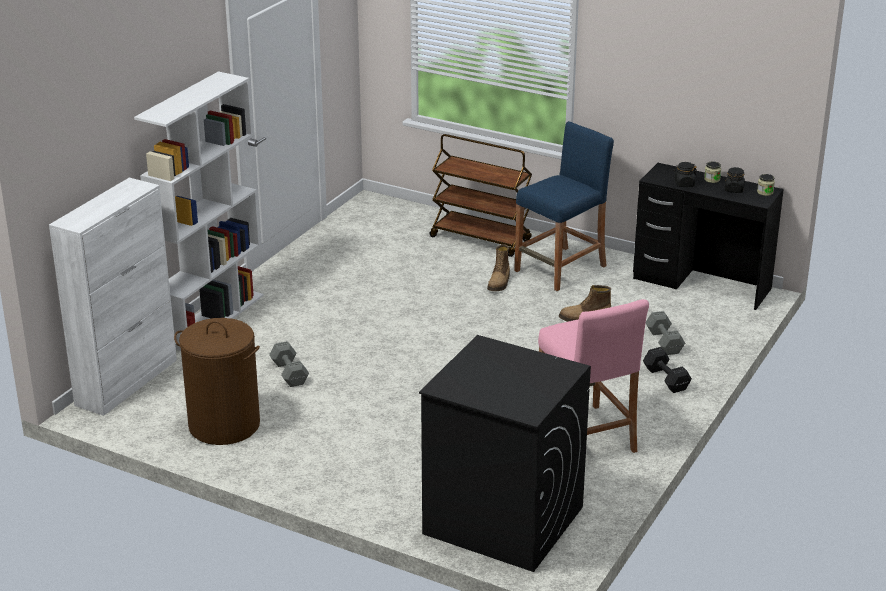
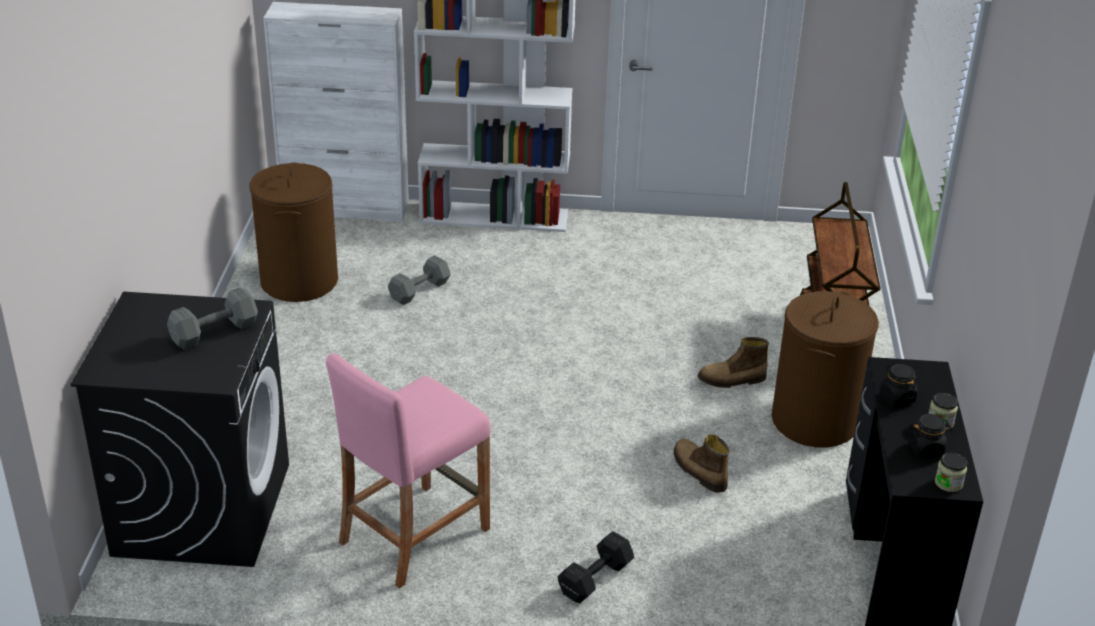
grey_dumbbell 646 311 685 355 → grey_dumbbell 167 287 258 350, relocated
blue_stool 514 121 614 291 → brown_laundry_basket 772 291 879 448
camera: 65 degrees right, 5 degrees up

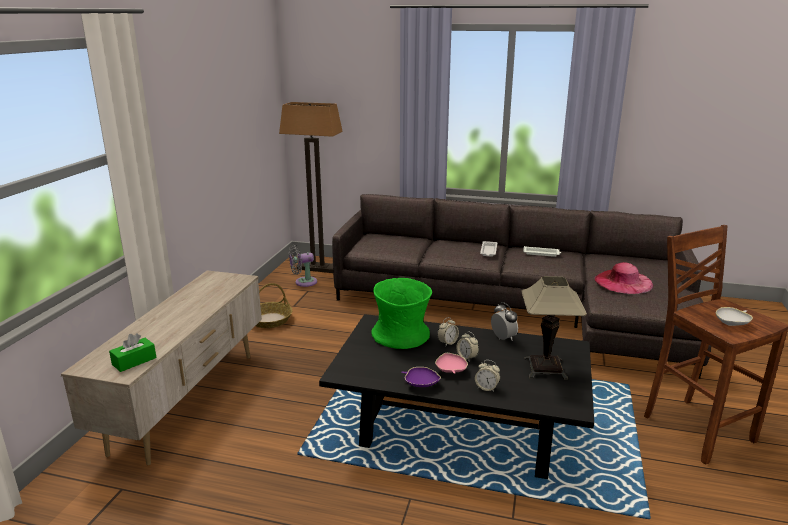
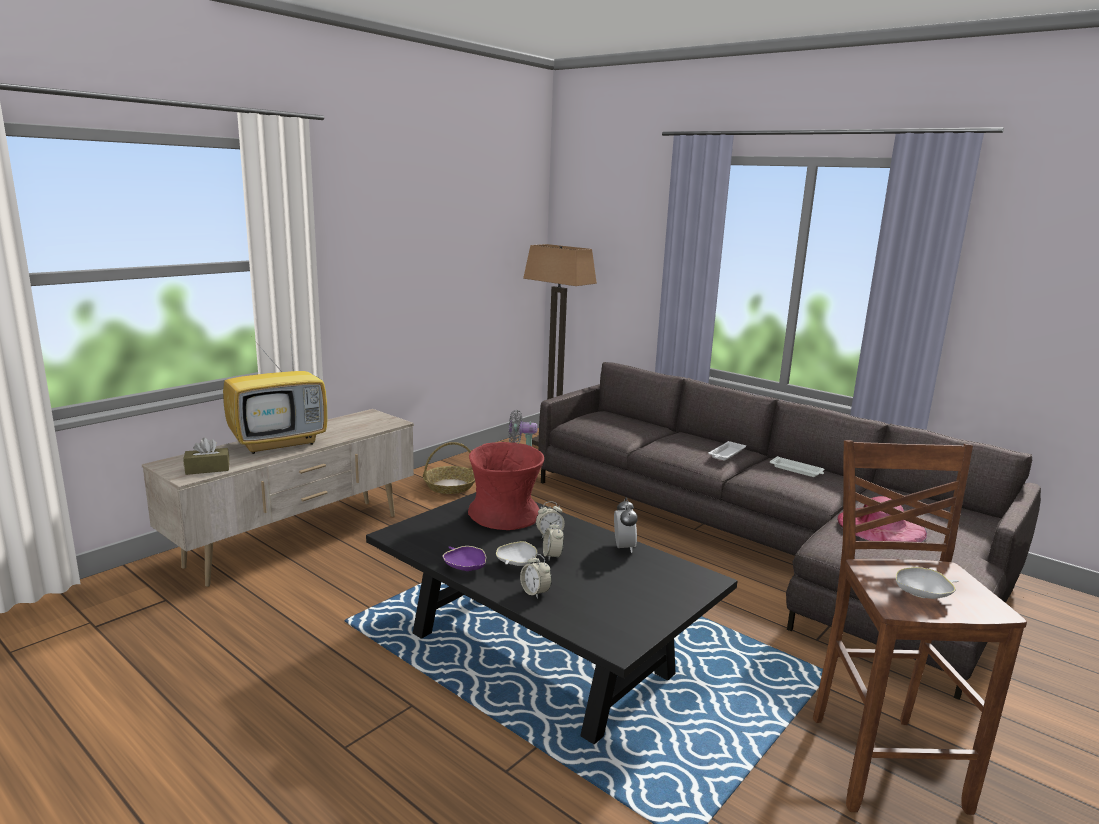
table_lamp 521 276 587 380 → -
- → television 223 328 328 454
green_tissue_box 109 333 156 372 → brown_tissue_box 183 437 229 475
green_vase 371 278 432 349 → red_vase 468 442 544 530
pink_bowl 435 353 468 374 → white_bowl 496 541 537 566
camera: 25 degrees right, 5 degrees down

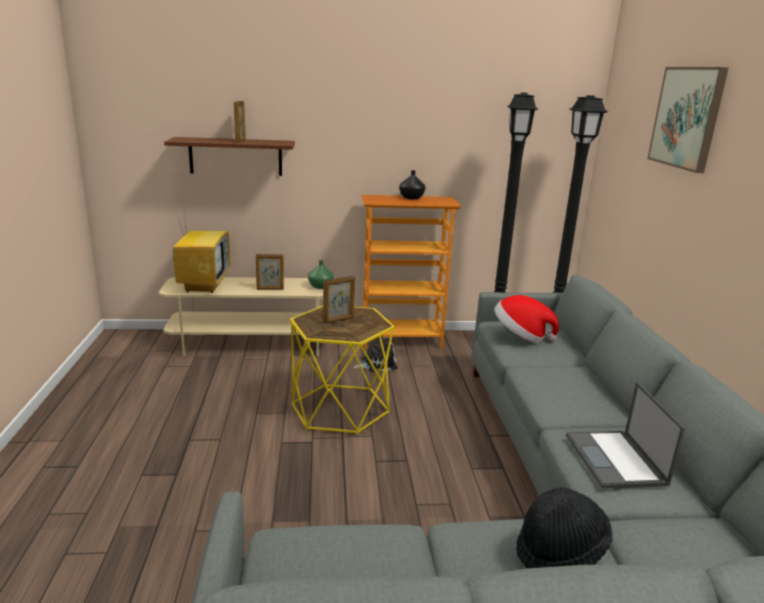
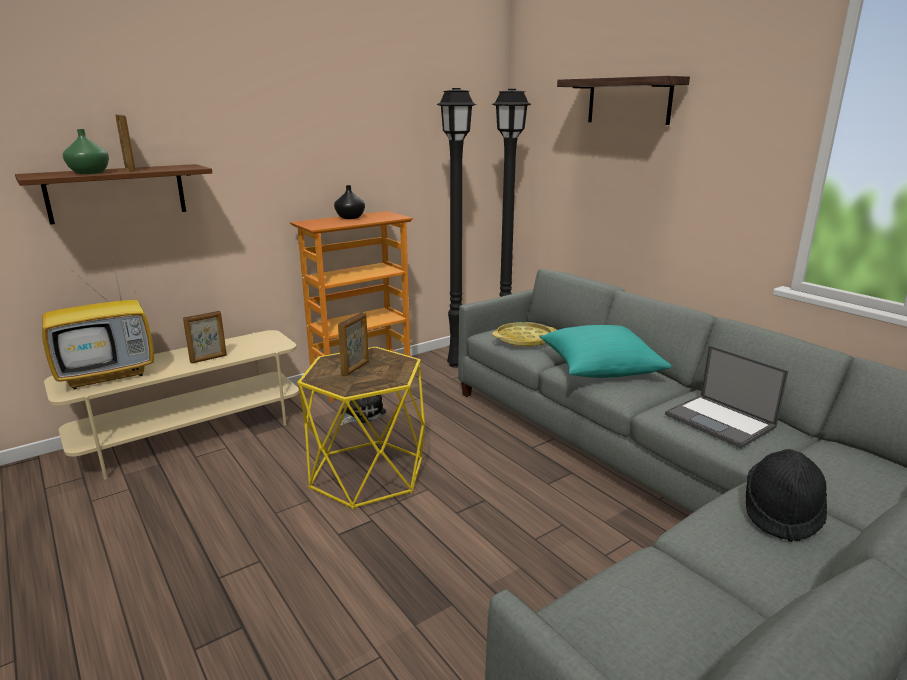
- → turquoise_pillow 540 325 672 378
green_vase 308 260 334 289 → green_vase 63 129 109 174, relocated
hat 494 295 559 343 → yellow_tray 492 322 556 347
picture 647 67 729 173 → shelf 557 76 690 125
television 173 199 230 293 → television 42 257 154 389, 90 degrees clockwise
camera: 30 degrees left, 0 degrees up

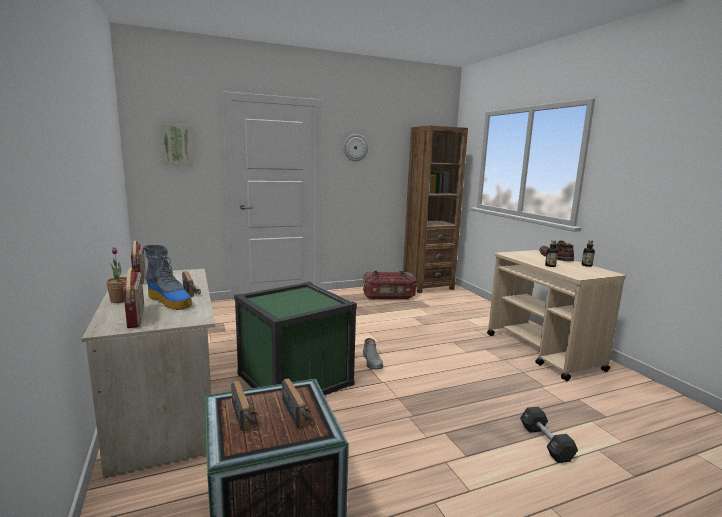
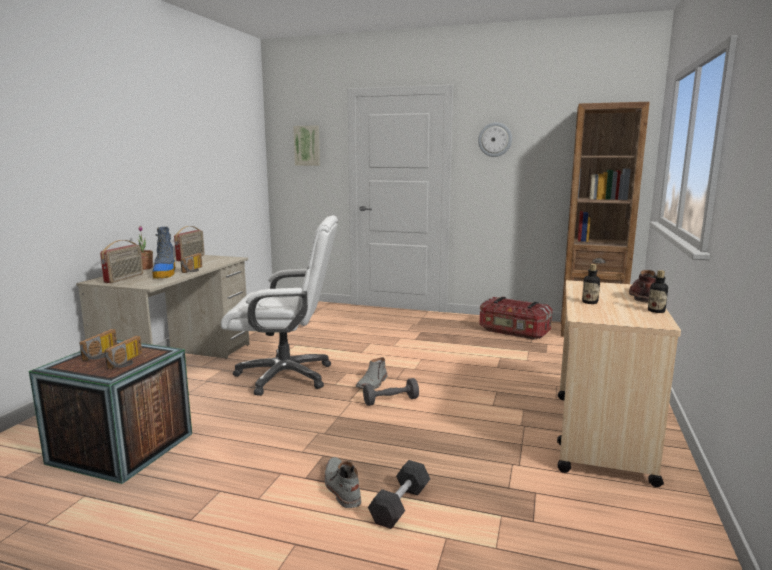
- → grey_boot 325 457 361 508
- → grey_dumbbell 363 378 419 406
green_storage_box 234 282 357 395 → white_office_chair 221 215 338 396
camera: 40 degrees right, 0 degrees up

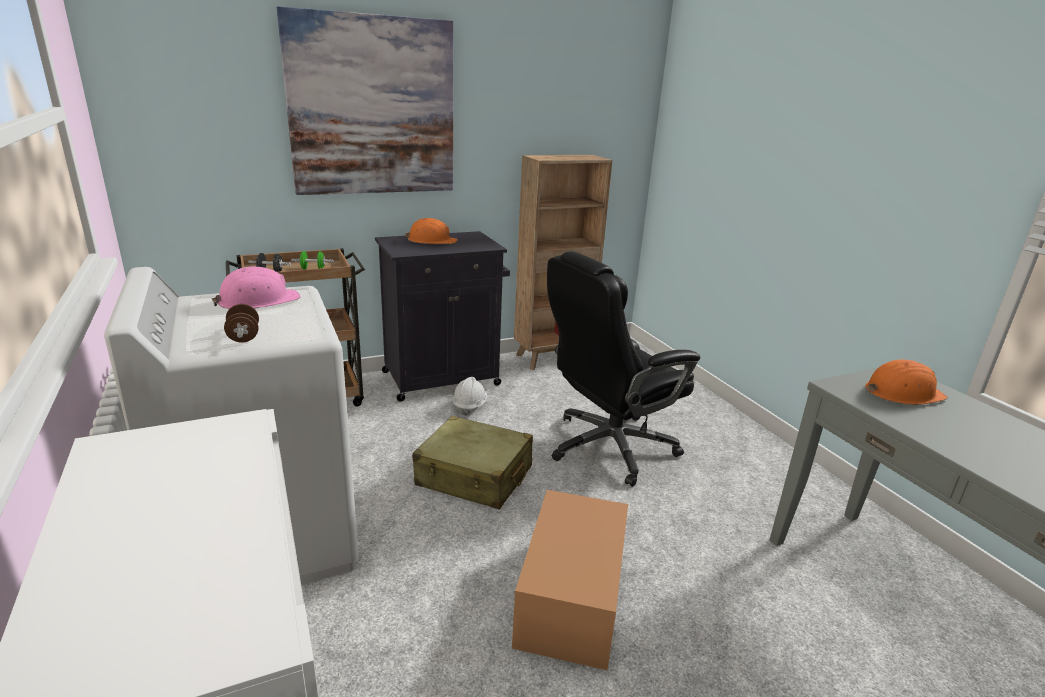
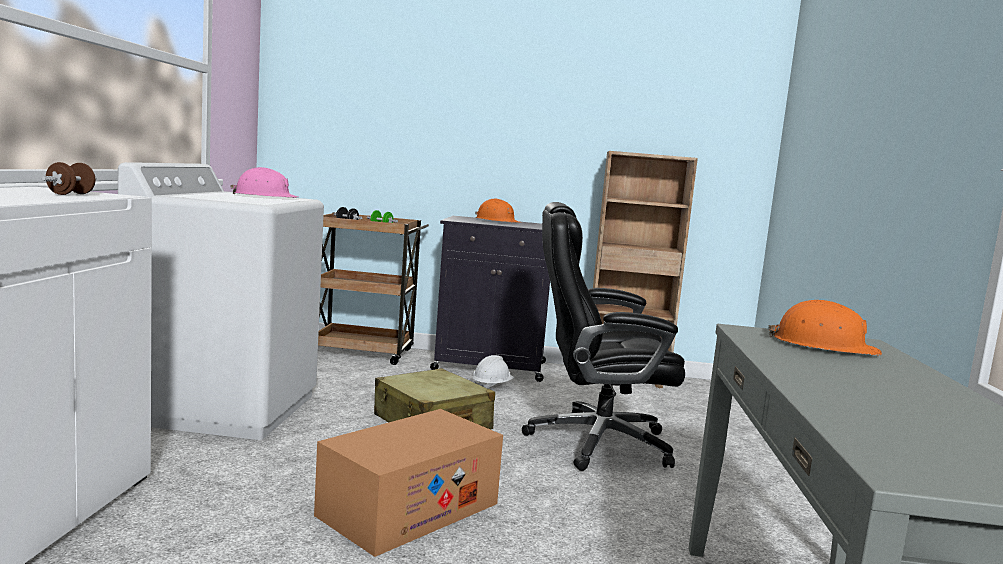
picture 277 6 453 195 → -
brown_dumbbell 224 304 259 342 → brown_dumbbell 41 162 97 195, relocated
camera: 30 degrees right, 15 degrees down

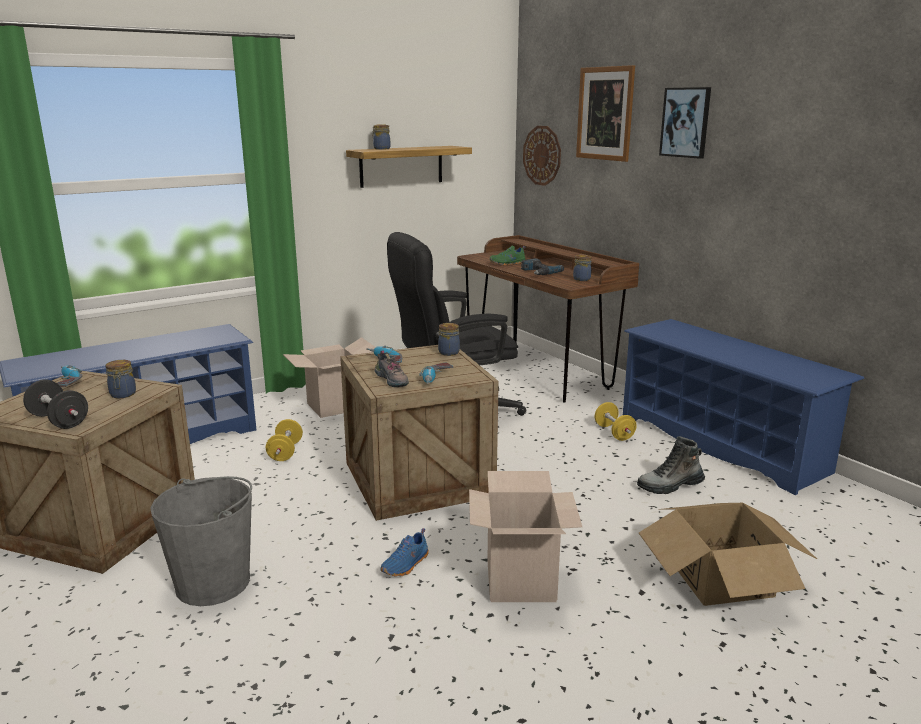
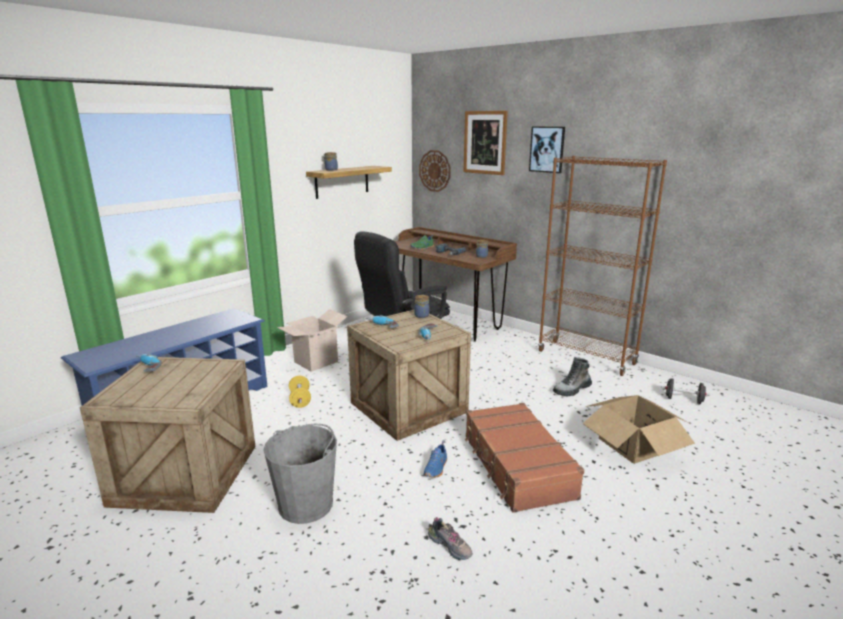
jar 105 360 136 398 → -
yellow_dumbbell 595 402 637 441 → -
black_dumbbell 23 380 88 429 → black_dumbbell 662 378 710 404, relocated
shoe 375 351 409 387 → shoe 428 517 473 560, relocated
cardboard_box 469 471 582 602 → brown_suitcase 465 403 584 513
blue_shoe_rack 623 319 864 495 → brown_bookcase 538 156 667 376
camera: 15 degrees left, 0 degrees up

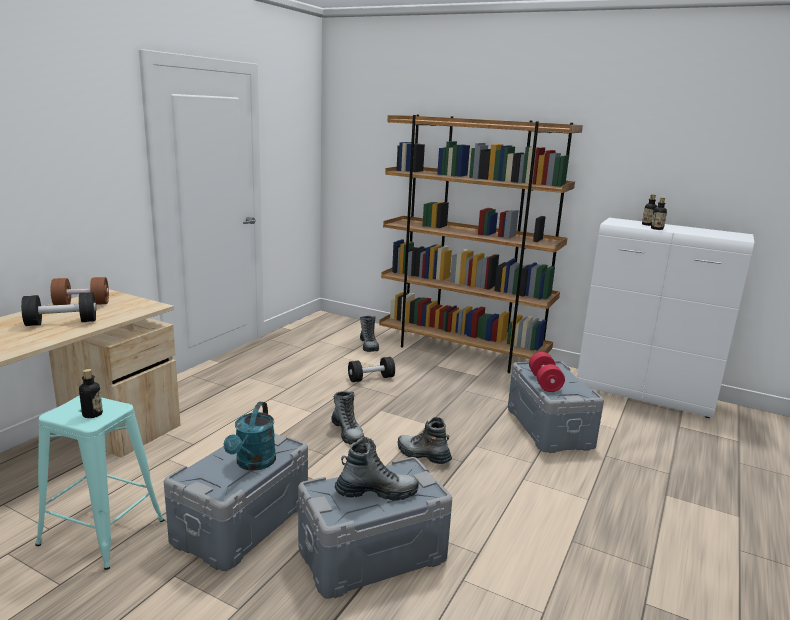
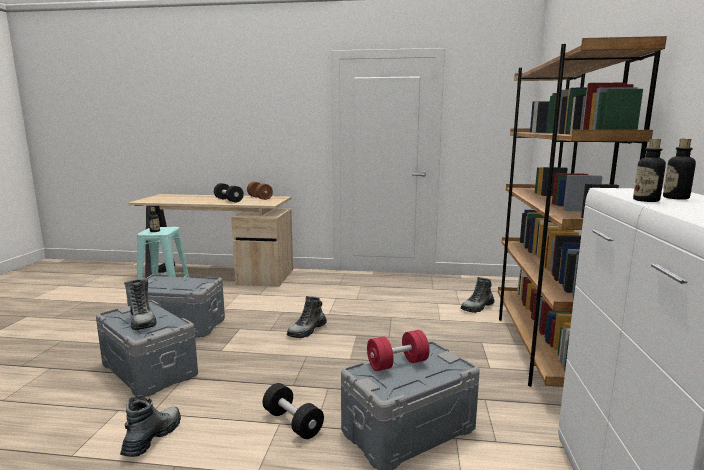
turquoise_watering_can 224 402 276 471 → -
black_dumbbell 348 357 395 382 → black_dumbbell 263 383 324 439, relocated
boot 398 417 452 464 → boot 120 395 181 457, relocated
camera: 70 degrees right, 5 degrees down

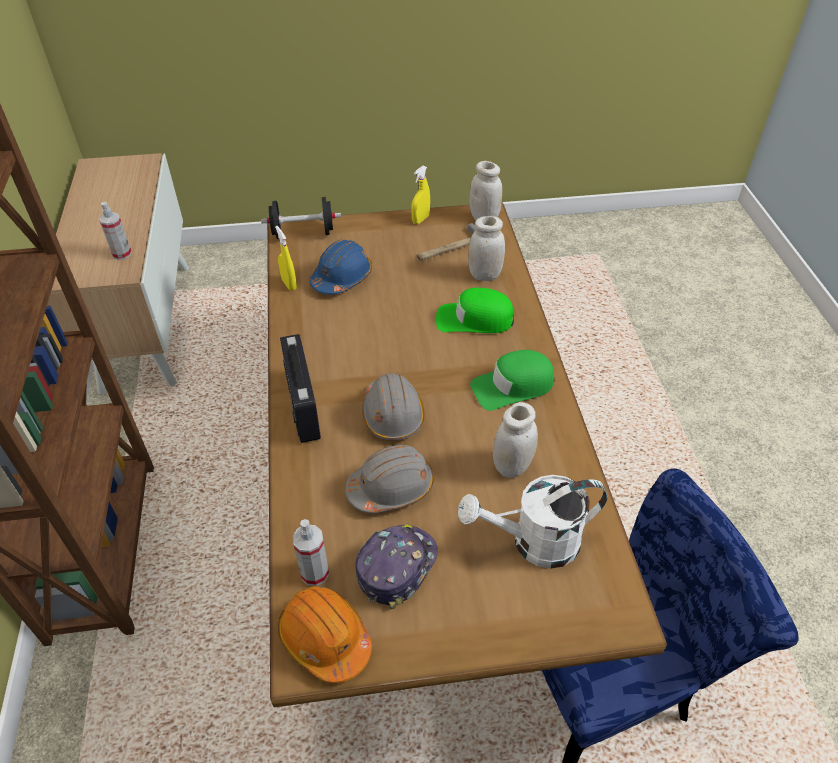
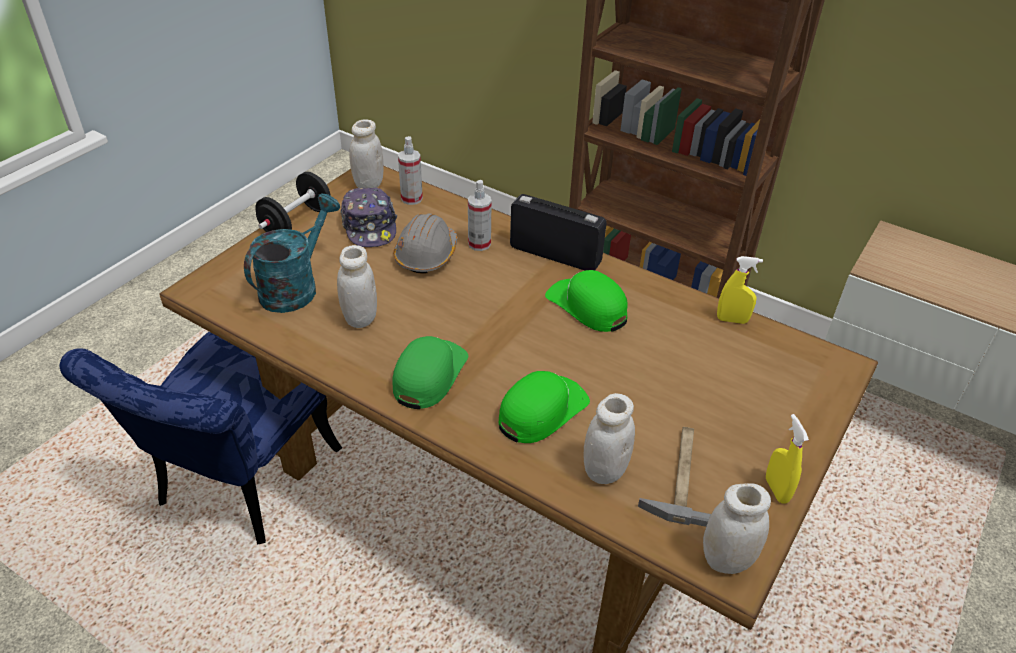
blue_hard_hat 310 240 372 295 → -
grey_hard_hat 362 373 425 440 → -
- → green_cap 545 270 628 332
spray_bottle 99 202 132 260 → spray_bottle 468 180 492 251, relocated
black_dumbbell 261 197 341 239 → black_dumbbell 255 172 331 232, relocated
orange_hard_hat 278 586 372 683 → white_jar 349 119 384 188
white_watering_can 458 475 607 569 → turquoise_watering_can 244 193 340 313
camera: 130 degrees right, 5 degrees down

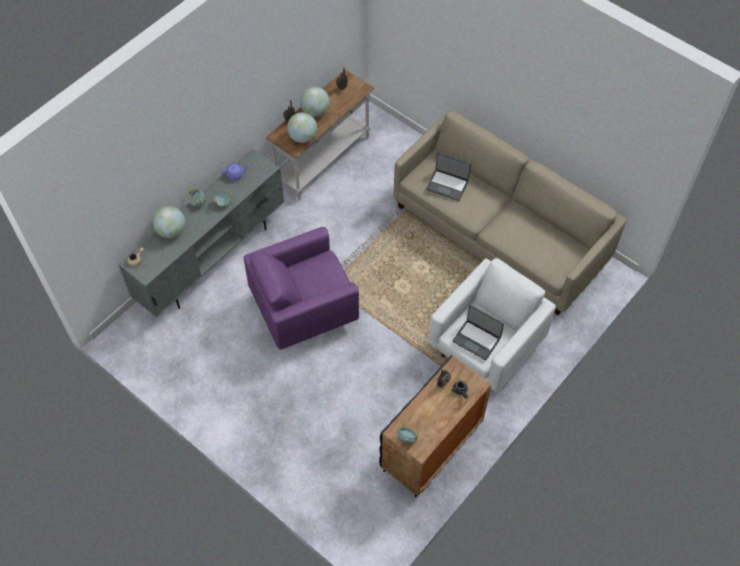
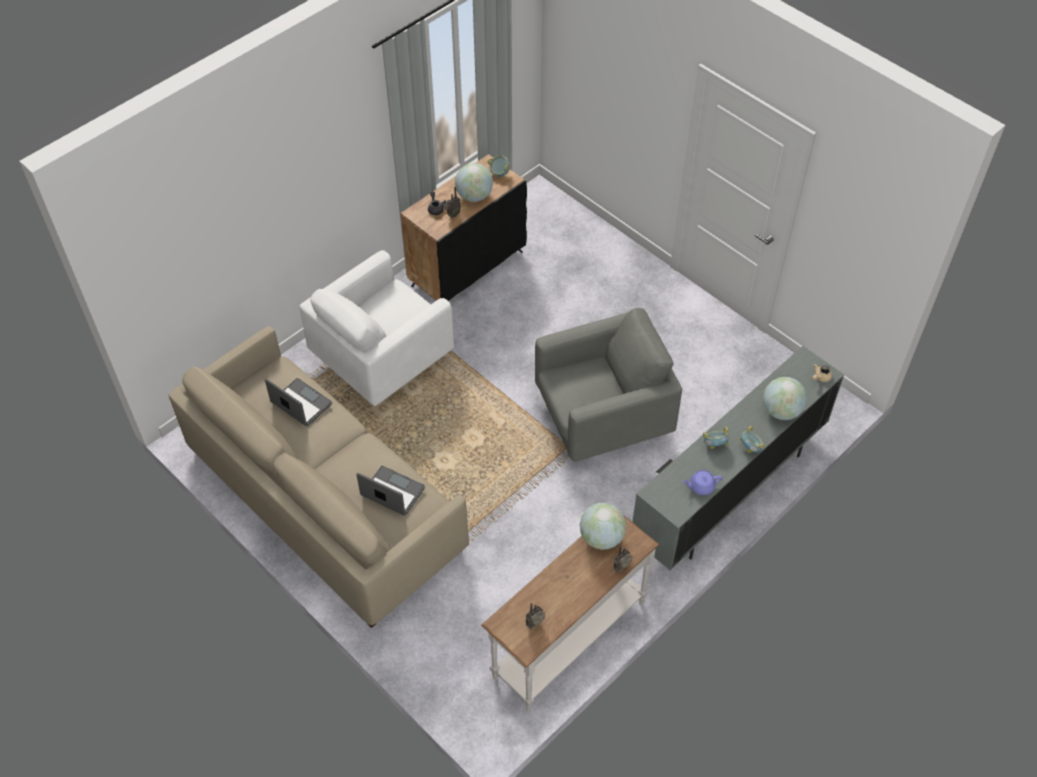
globe 300 87 330 117 → globe 455 163 493 202, relocated
laptop 452 305 504 360 → laptop 265 378 332 426, relocated
purple_armchair 244 227 359 350 → grey_armchair 535 308 682 462
camera: 175 degrees left, 5 degrees down

